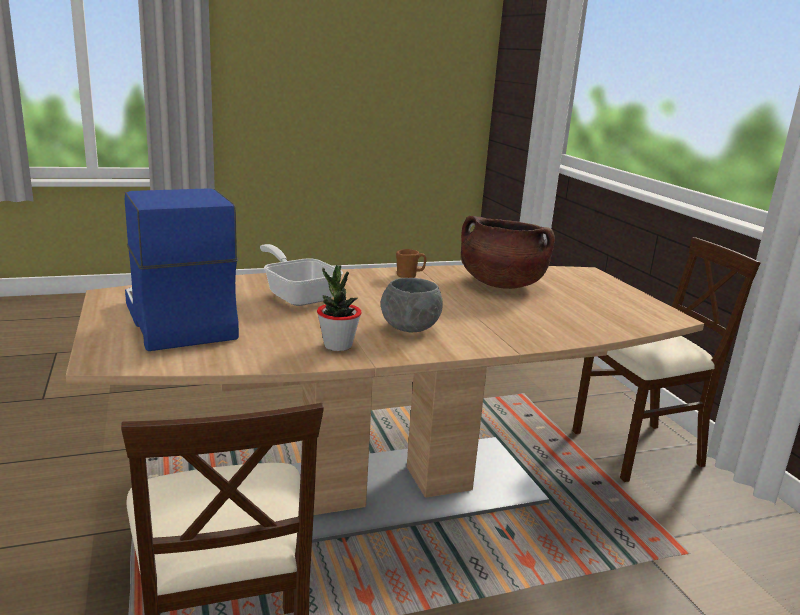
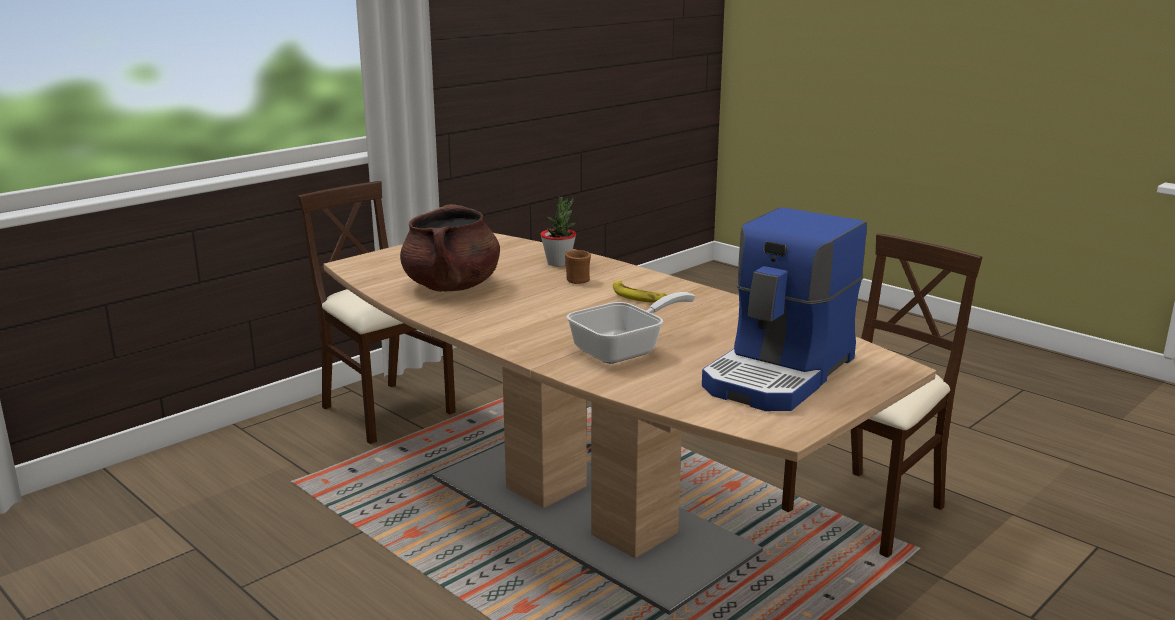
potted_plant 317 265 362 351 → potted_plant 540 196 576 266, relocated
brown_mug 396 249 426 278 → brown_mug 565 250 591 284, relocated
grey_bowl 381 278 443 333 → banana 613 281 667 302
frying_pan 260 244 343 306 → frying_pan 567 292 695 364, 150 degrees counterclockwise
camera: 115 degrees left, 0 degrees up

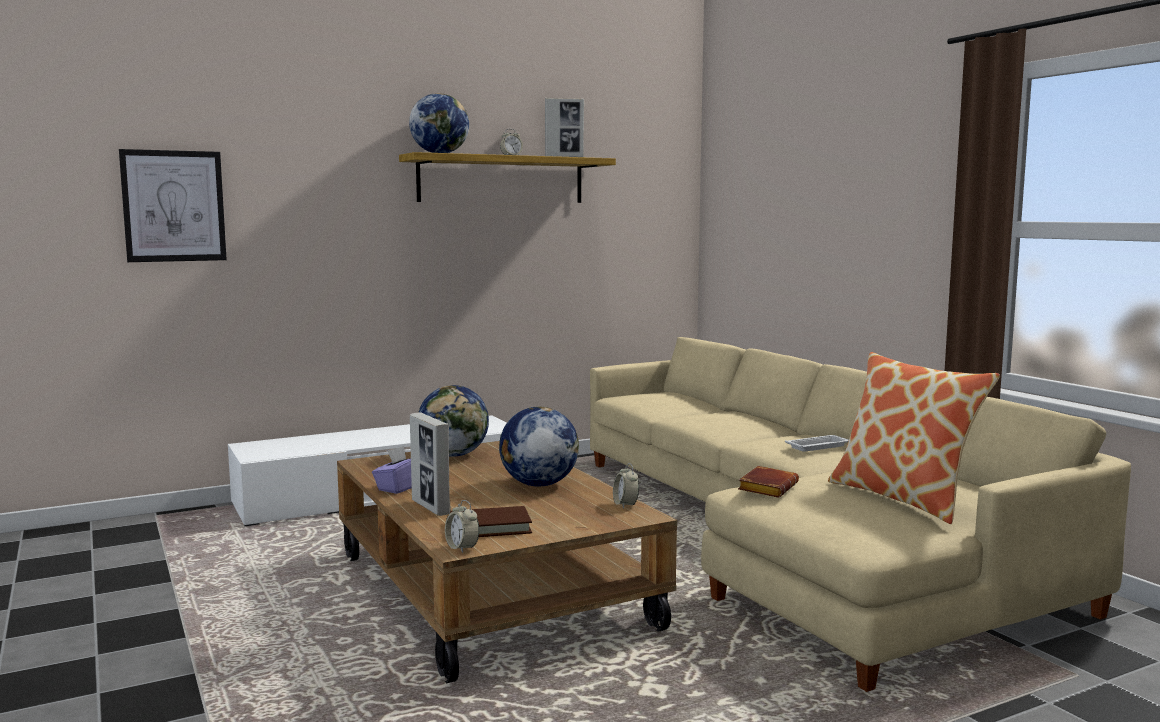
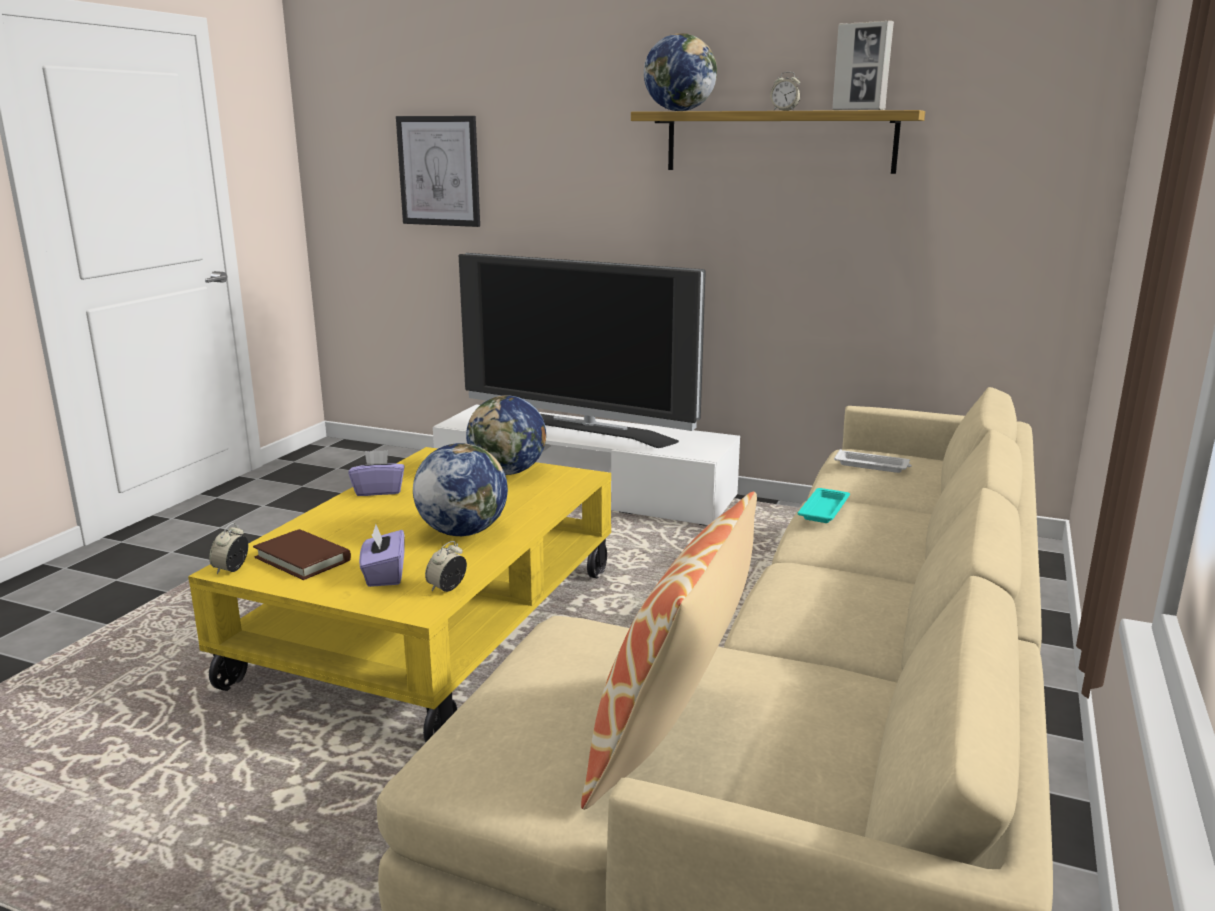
picture_frame 410 412 451 516 → -
brown_book 738 466 799 498 → -
- → purple_tissue_box 359 524 405 587
- → television 459 253 706 448
- → turquoise_tray 798 488 850 523
white_tray 785 435 849 452 → white_tray 834 449 912 473, relocated
brown_coffee_table 337 441 677 683 → yellow_coffee_table 188 447 611 742
camera: 50 degrees right, 10 degrees up

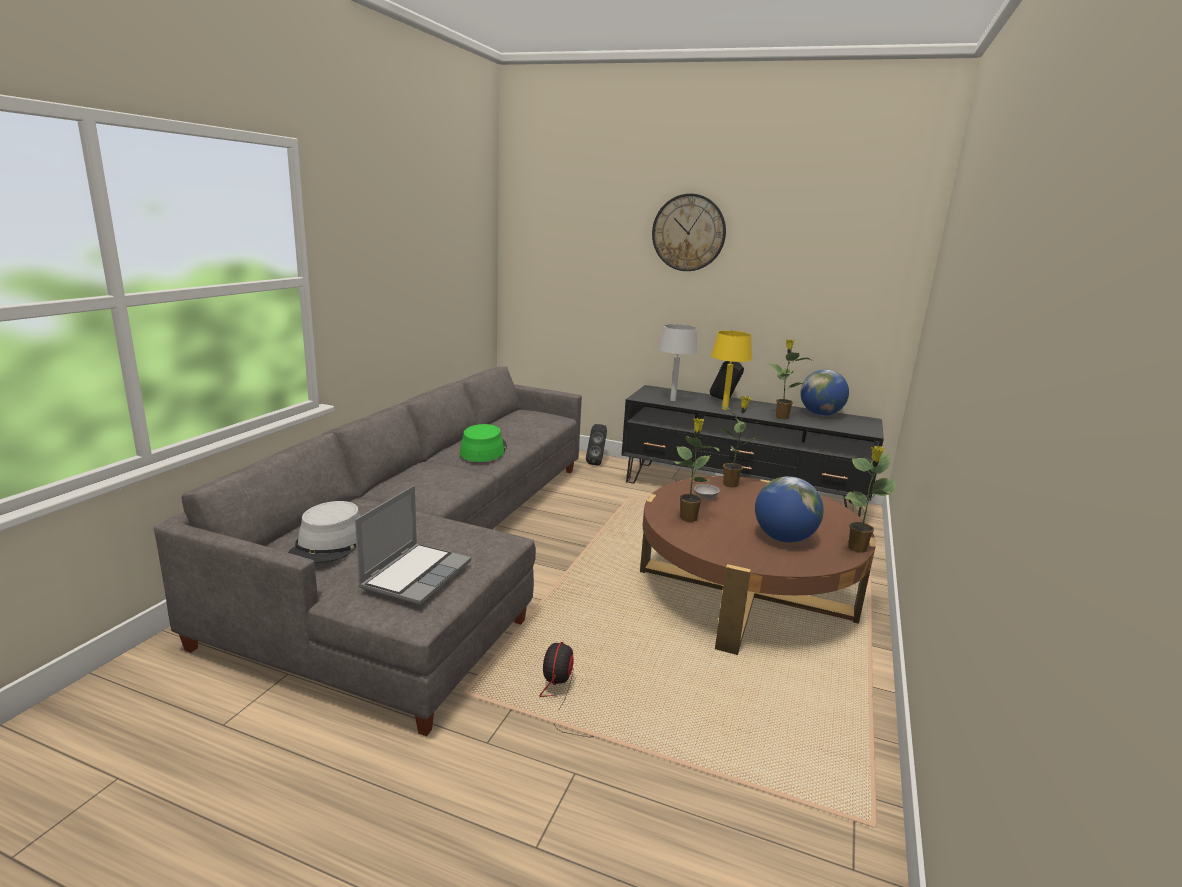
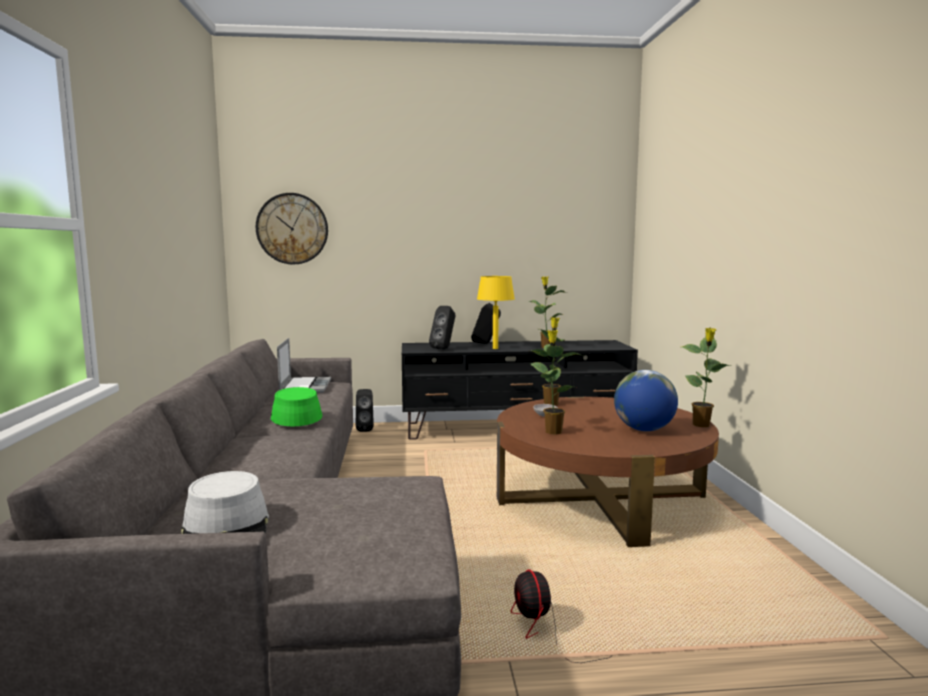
globe 800 369 849 416 → -
laptop 355 485 471 605 → laptop 277 338 331 393, relocated
wall_clock 652 194 726 271 → wall_clock 256 193 328 265, relocated
grey_table_lamp 658 324 698 401 → black_speaker 429 306 455 349
camera: 25 degrees left, 10 degrees down

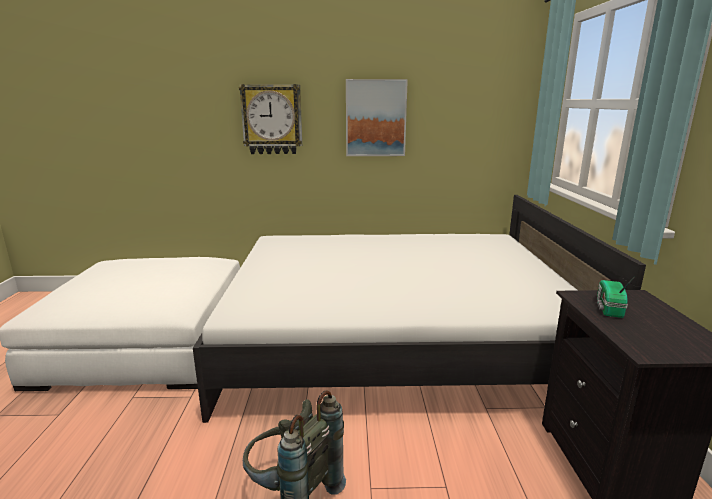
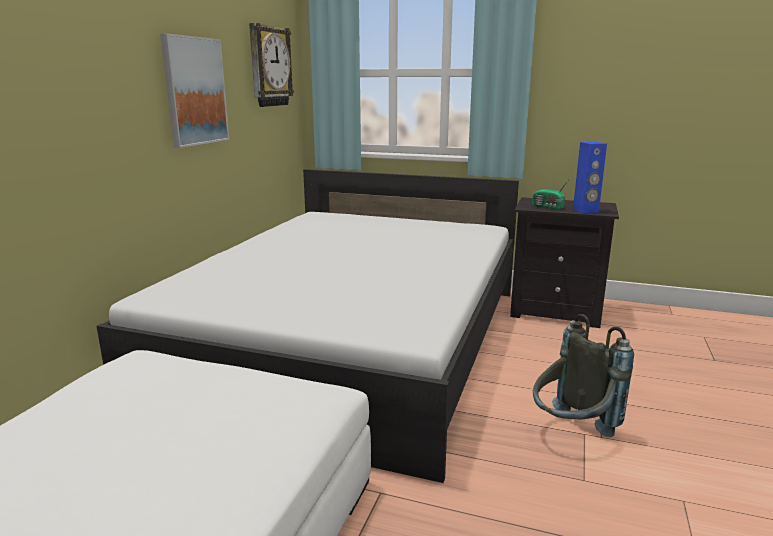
- → blue_speaker 573 142 607 213
wall_clock 239 84 302 154 → wall_clock 249 23 294 107, relocated
camera: 70 degrees left, 0 degrees up

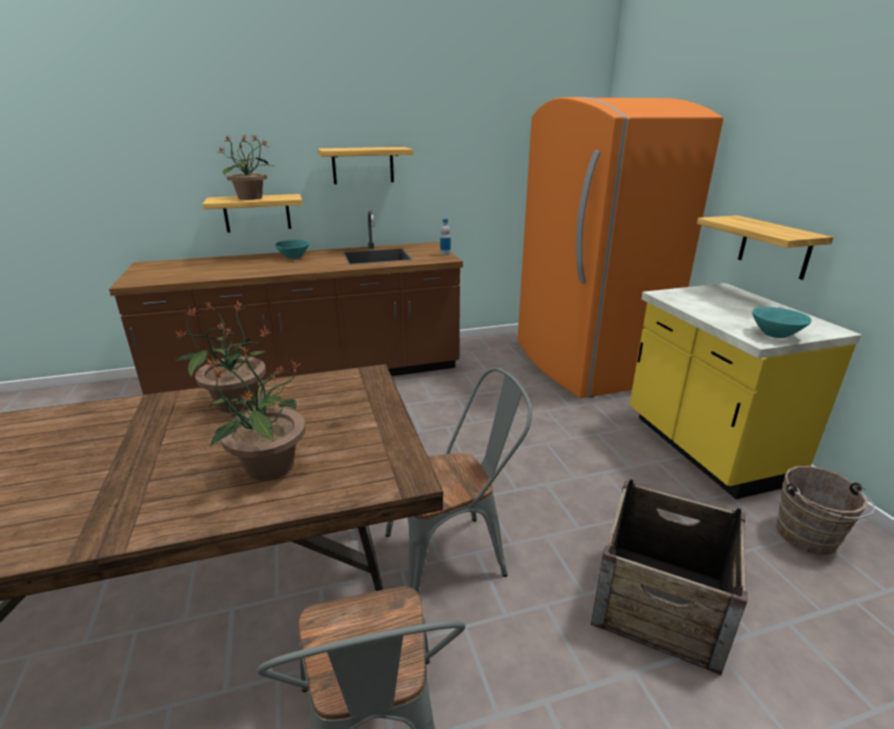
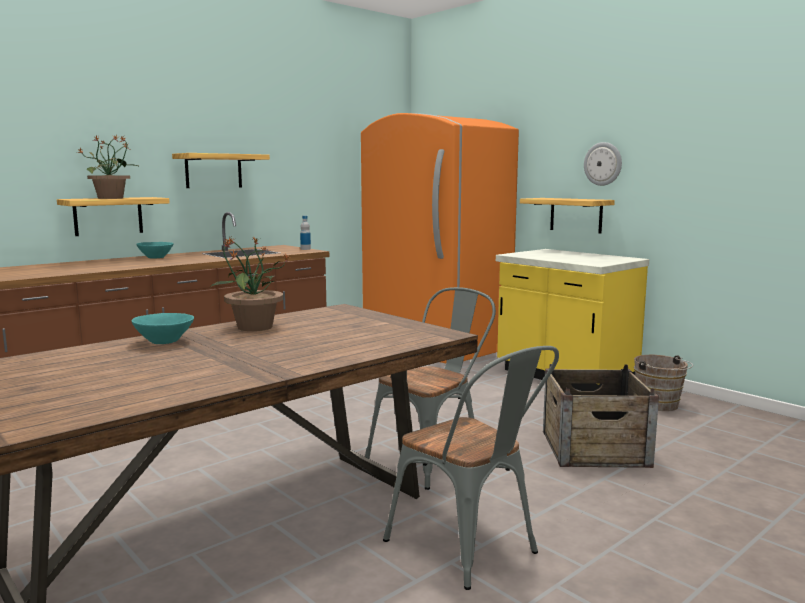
potted_plant 206 345 306 481 → -
- → wall_clock 584 142 622 186
turquoise_bowl 752 307 812 338 → turquoise_bowl 132 313 194 344, relocated
camera: 25 degrees left, 15 degrees down

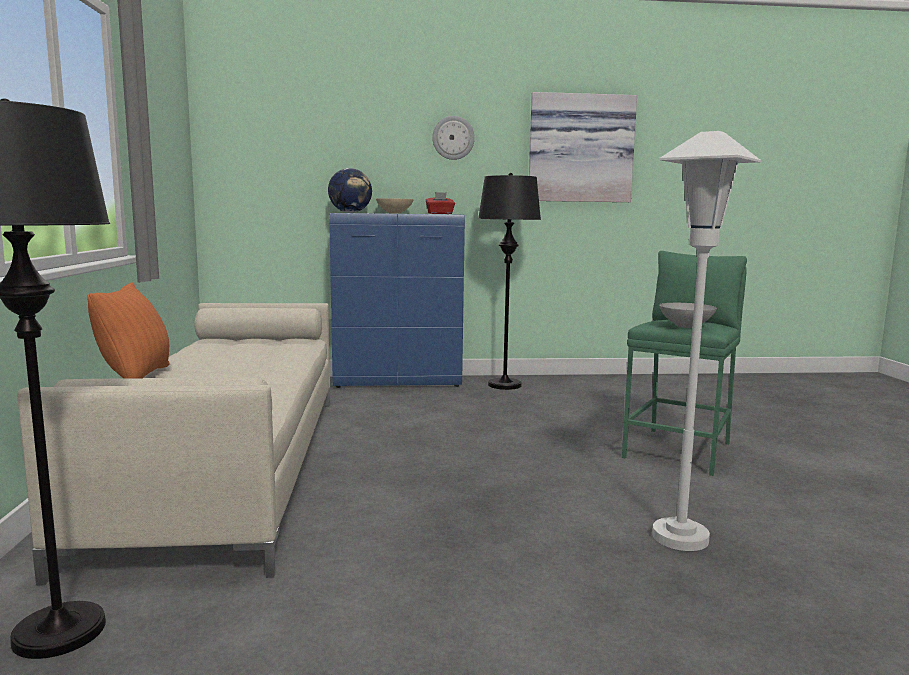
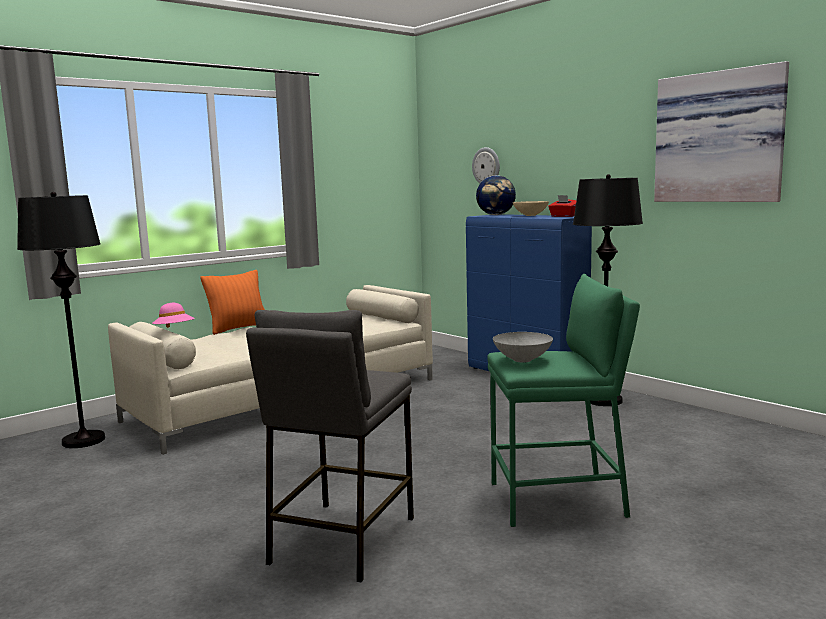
- → pink_hat 152 303 195 328
wall_clock 432 116 475 160 → wall_clock 472 147 500 183, relocated
white_floor_lamp 652 131 761 551 → grey_stool 246 310 414 582
camera: 55 degrees right, 0 degrees up

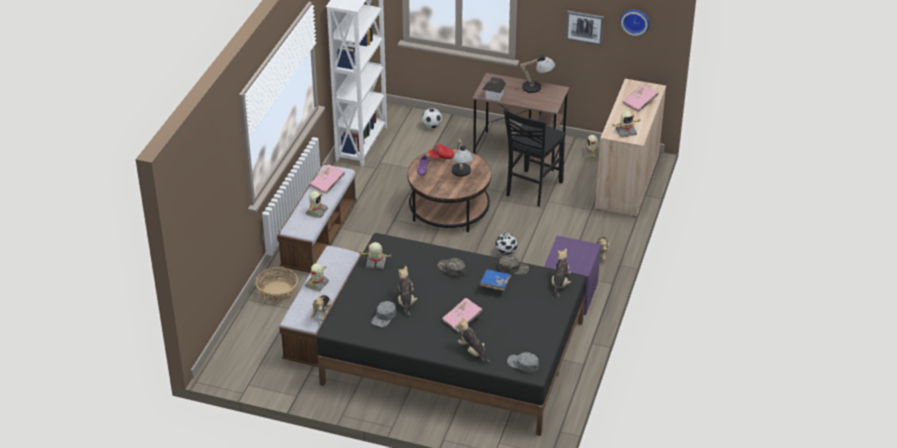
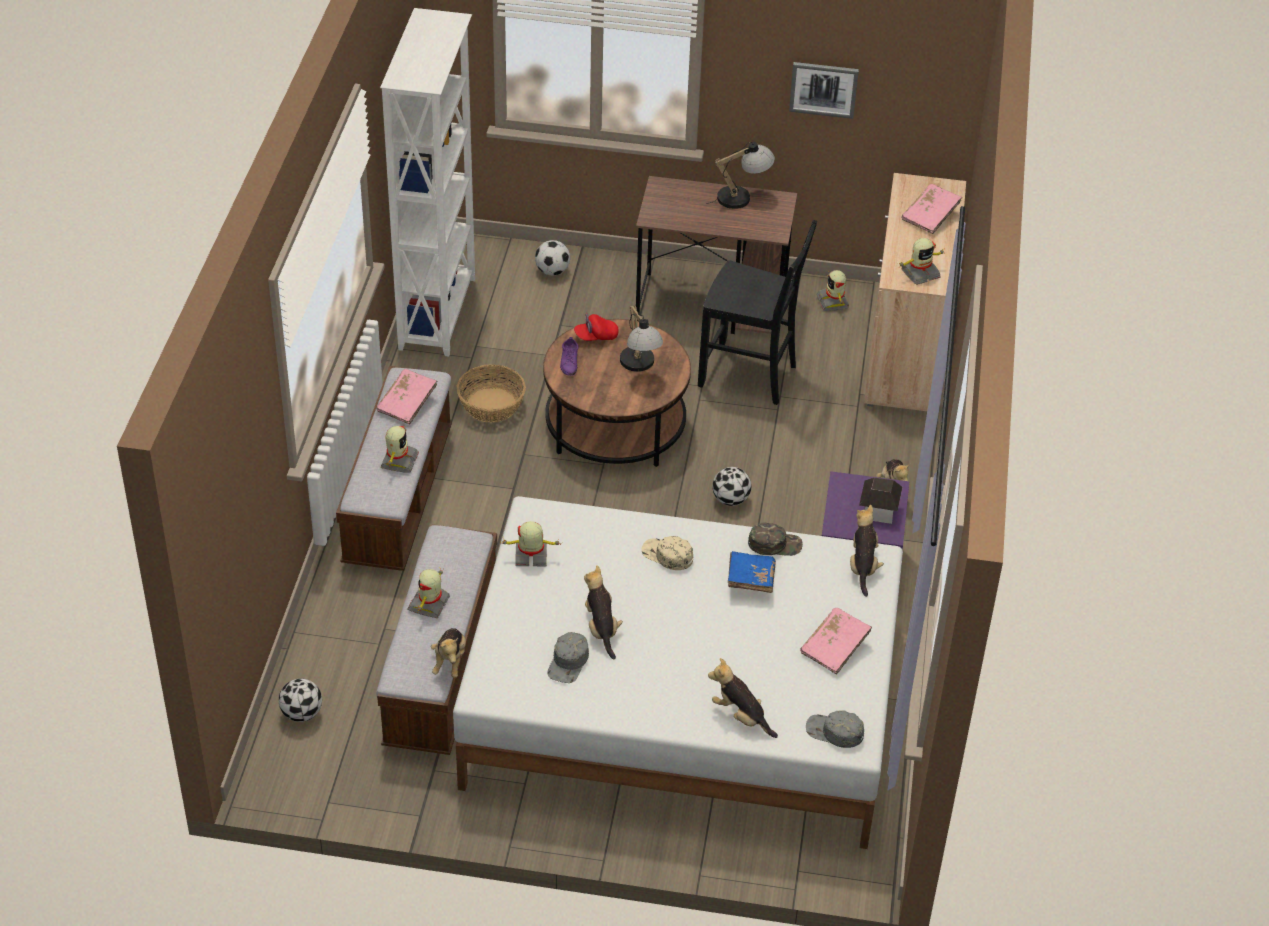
wall_clock 620 9 650 36 → -
- → football 279 678 322 722
basket 256 267 298 302 → basket 457 365 526 423, relocated
pink_book 442 298 483 333 → pink_book 800 608 872 674, relocated
toy_house 482 77 507 101 → toy_house 859 478 903 524, relocated
black_bed 316 233 586 436 → white_bed 453 496 903 849
green_cap 438 258 466 277 → beige_cap 641 536 693 570
black_chair 504 109 566 207 → black_chair 698 220 817 405, 90 degrees counterclockwise
camera: 10 degrees left, 5 degrees up

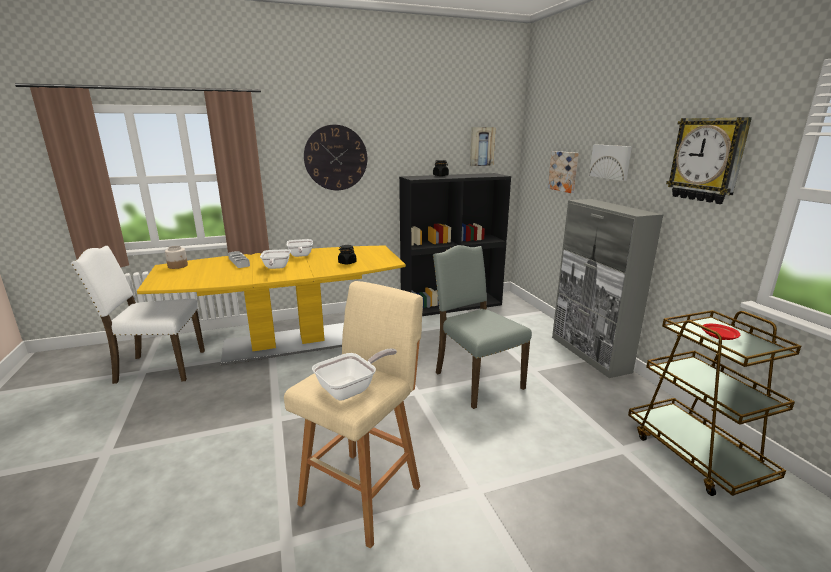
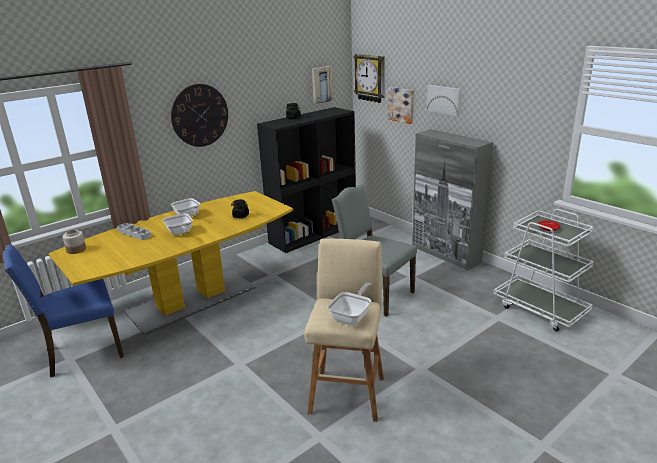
wall_clock 666 117 752 204 → wall_clock 353 54 385 103, relocated
white_chair 71 246 205 384 → blue_chair 3 244 124 377
brown_cart 628 310 801 496 → white_cart 494 209 594 332
camera: 20 degrees left, 5 degrees up

